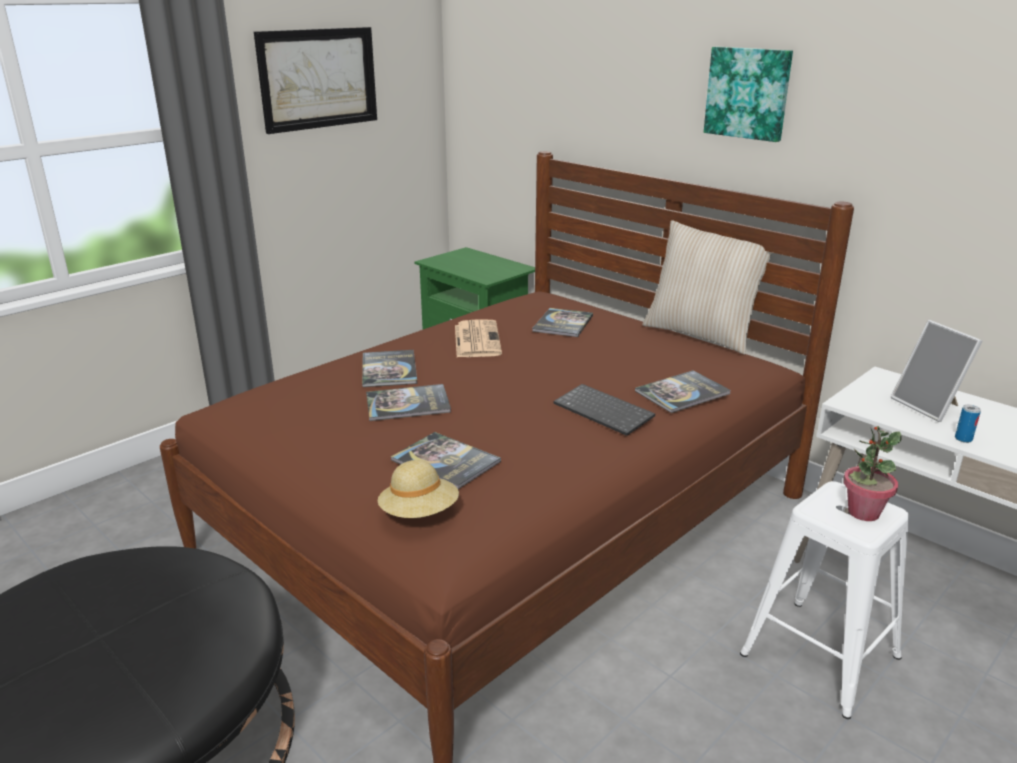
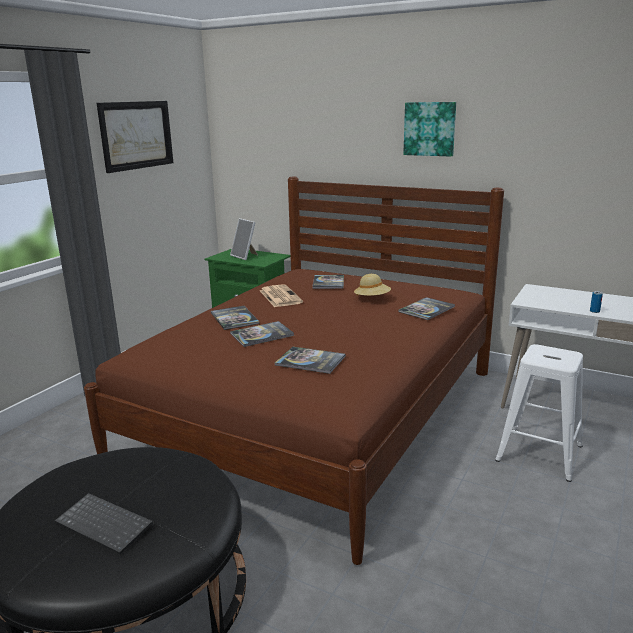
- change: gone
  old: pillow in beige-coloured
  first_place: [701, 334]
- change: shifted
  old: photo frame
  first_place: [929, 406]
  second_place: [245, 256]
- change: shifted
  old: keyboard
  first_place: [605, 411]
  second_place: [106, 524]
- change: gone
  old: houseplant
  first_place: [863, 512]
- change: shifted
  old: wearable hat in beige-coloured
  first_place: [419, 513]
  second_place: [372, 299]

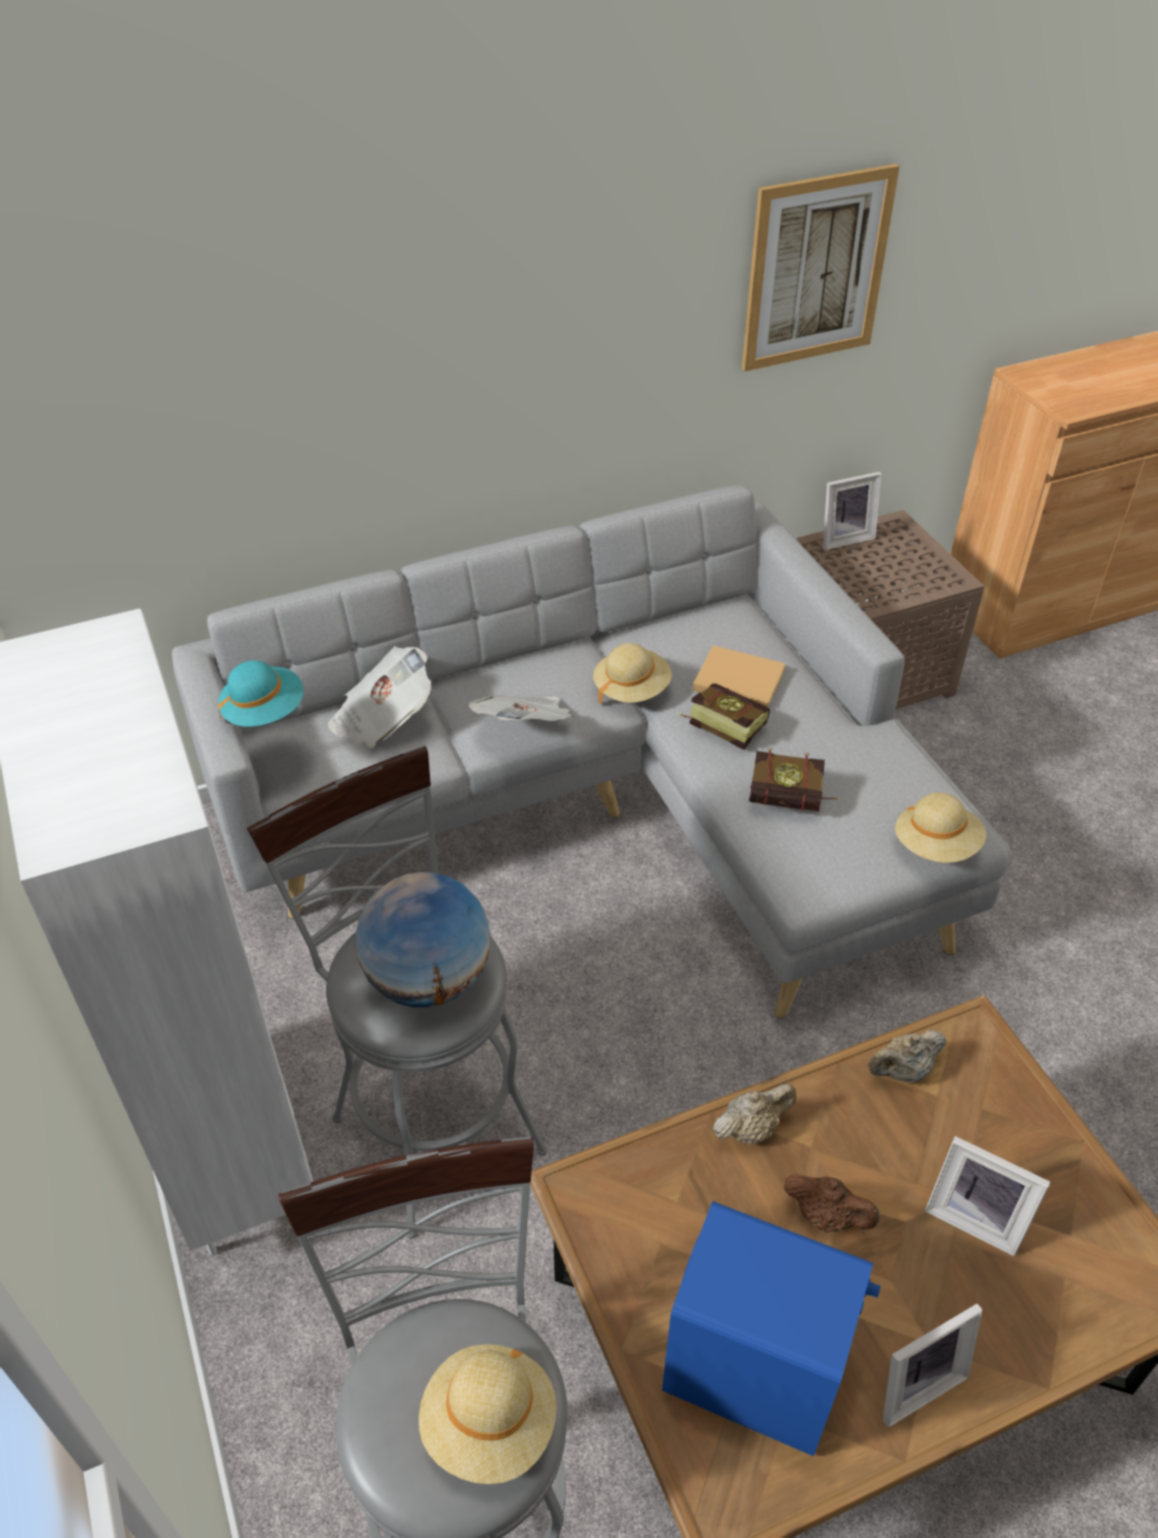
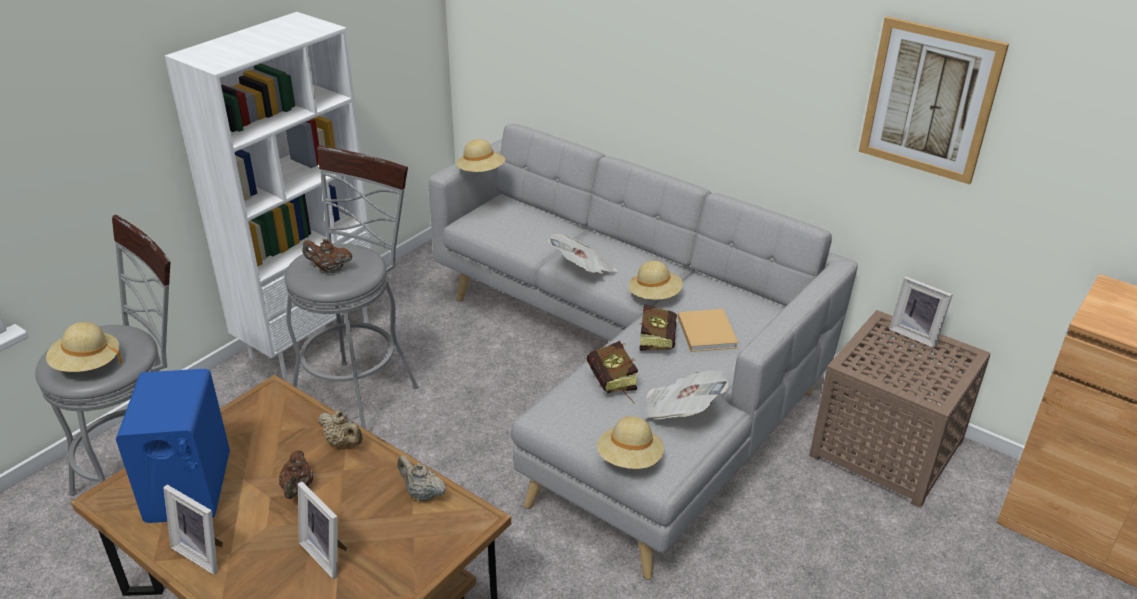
- change: shifted
  old: daily paper
  first_place: [381, 717]
  second_place: [681, 411]
- change: repainted
  old: wearable hat in turquoise-coloured
  new: wearable hat in beige-coloured
  first_place: [264, 712]
  second_place: [481, 172]
- change: swapped
  old: globe
  new: tea pot in brown
  first_place: [428, 980]
  second_place: [329, 269]
- change: rotated
  old: photo frame
  first_place: [975, 1217]
  second_place: [328, 553]
  degrees: -45

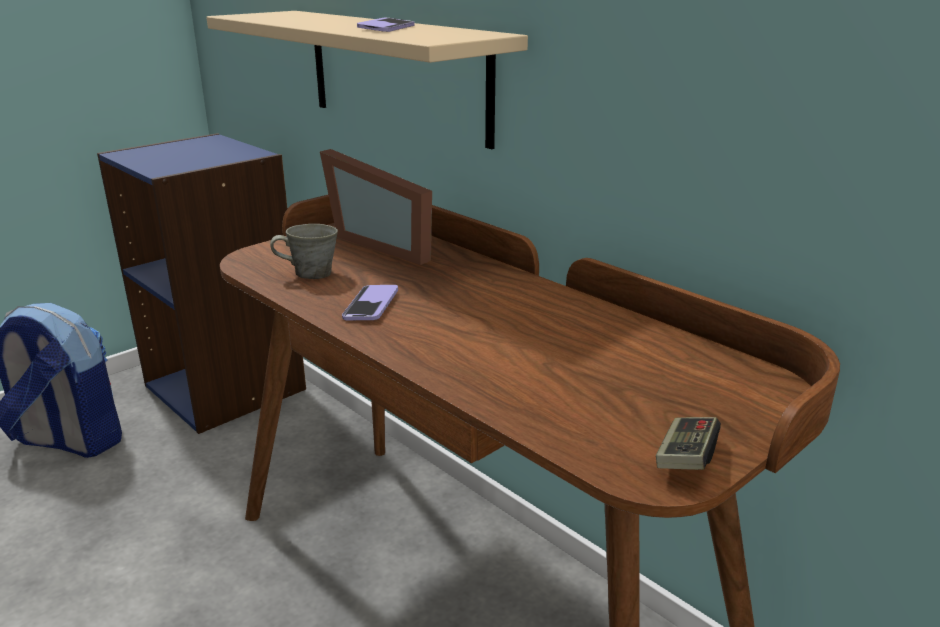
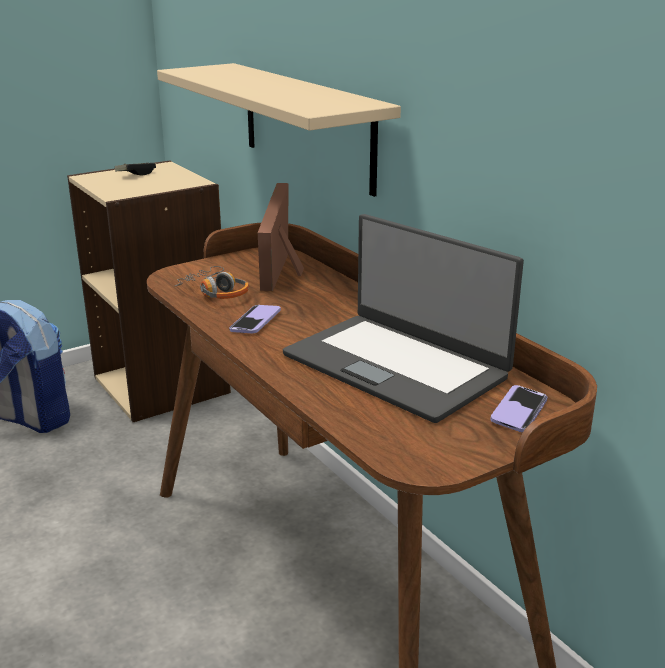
- change: shifted
  old: telephone
  first_place: [386, 28]
  second_place: [519, 411]
- change: repainted
  old: bookcase in bluish
  new: bookcase in beige-coloured
  first_place: [227, 387]
  second_place: [163, 385]
- change: rotated
  old: photo frame
  first_place: [386, 243]
  second_place: [286, 270]
  degrees: 45
- change: swapped
  old: coffee mug in gray
  new: headphones
  first_place: [310, 274]
  second_place: [216, 292]
- change: shifted
  old: joypad
  first_place: [686, 458]
  second_place: [136, 174]
- change: new
  new: portable computer
  second_place: [396, 365]

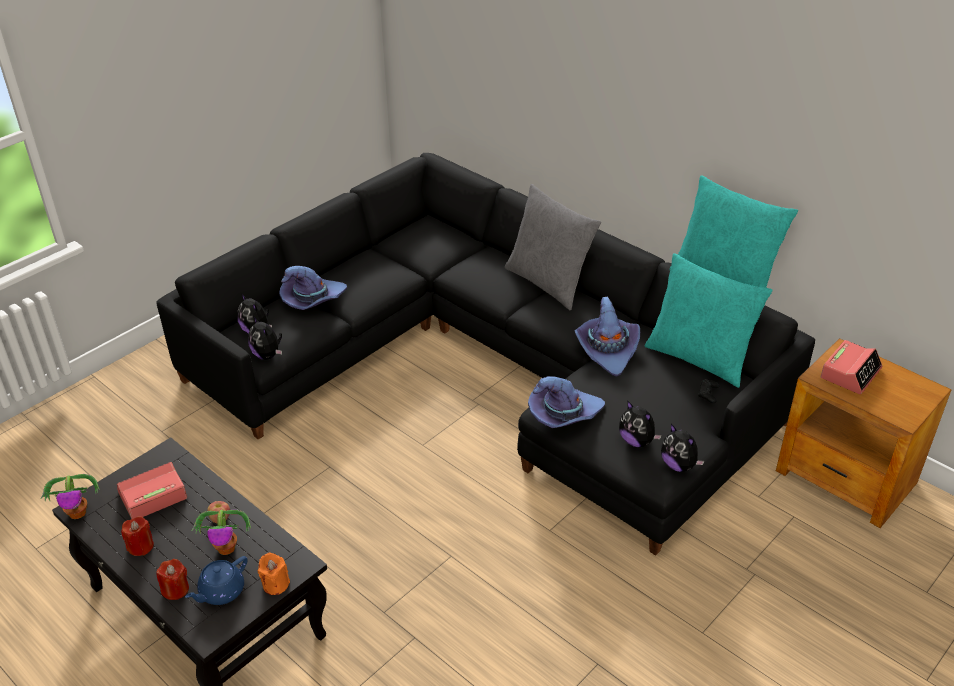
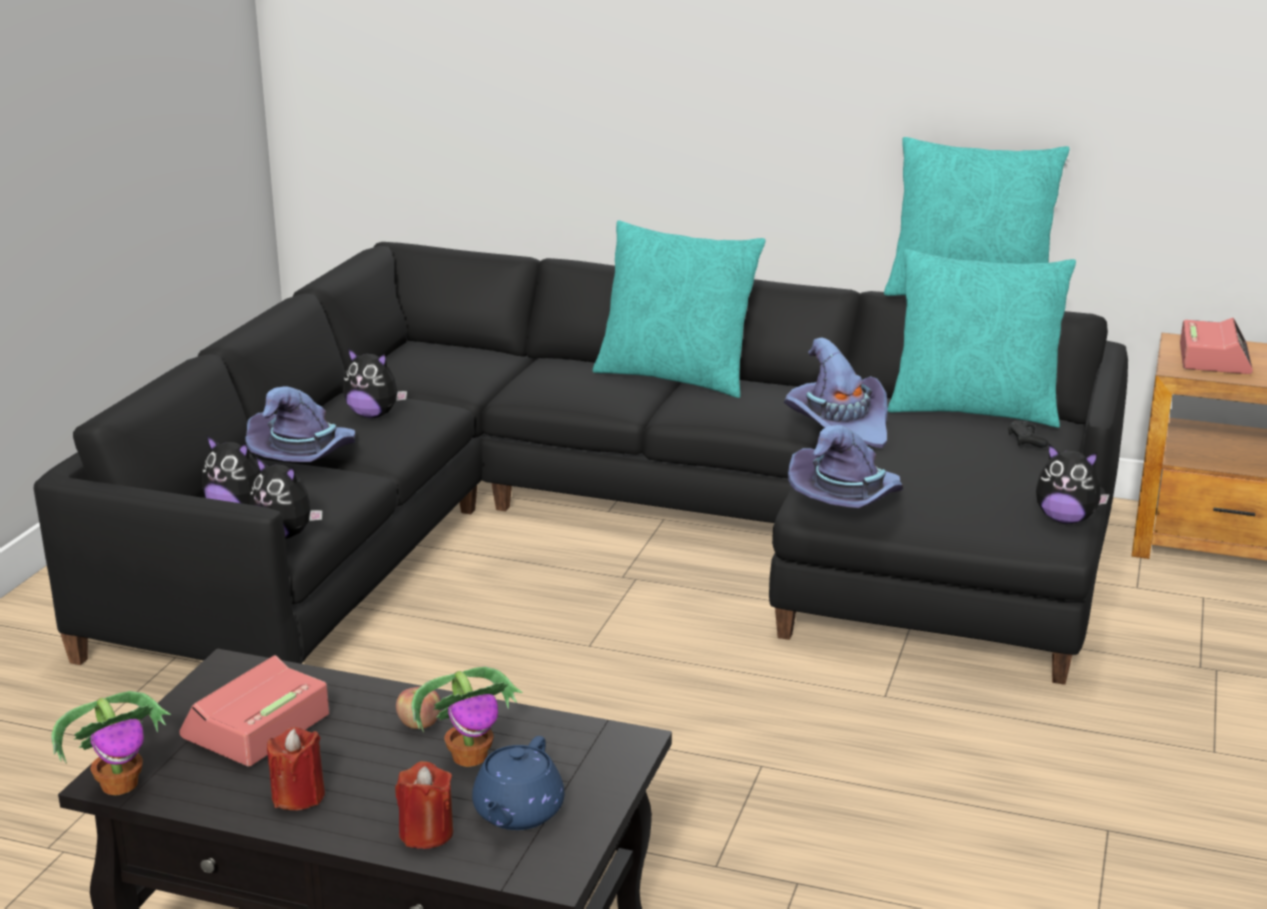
- change: repainted
  old: pillow in gray
  new: pillow in turquoise-coloured
  first_place: [549, 282]
  second_place: [676, 376]
- change: shifted
  old: soft toy
  first_place: [637, 441]
  second_place: [373, 415]
- change: gone
  old: wax candle in orange-coloured
  first_place: [275, 584]

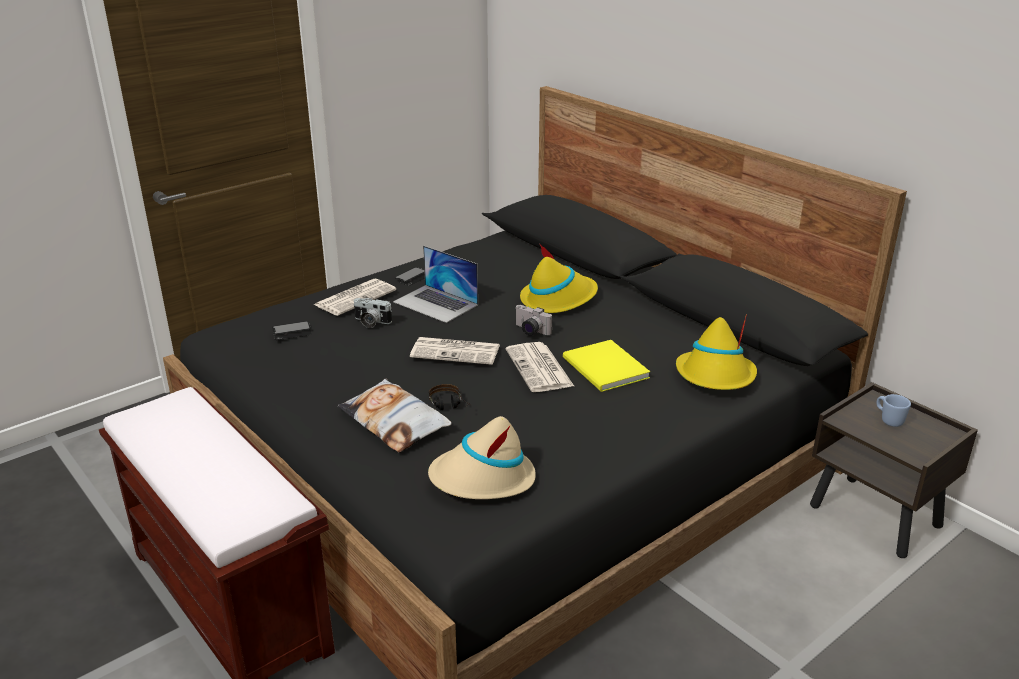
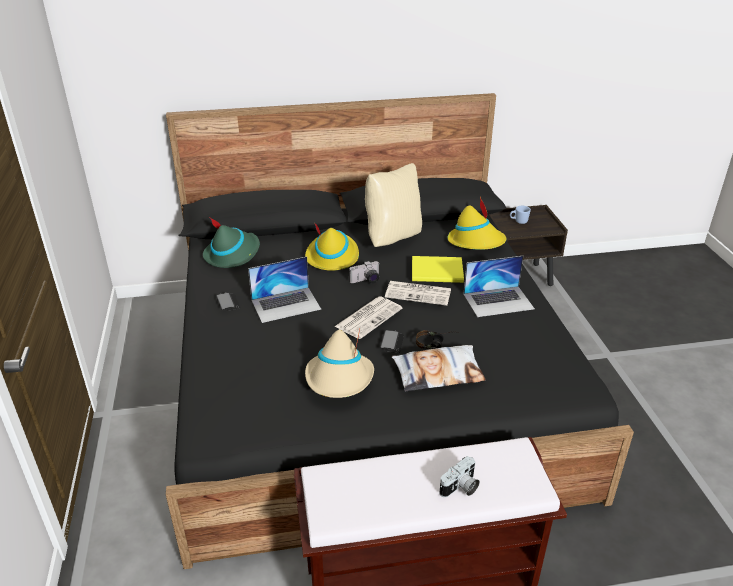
- change: gone
  old: daily paper
  first_place: [355, 297]
- change: shifted
  old: photo camera
  first_place: [371, 322]
  second_place: [460, 488]
- change: shifted
  old: telephone
  first_place: [292, 332]
  second_place: [392, 342]
- change: shifted
  old: wearable hat in beige-coloured
  first_place: [482, 479]
  second_place: [339, 379]
- change: new
  new: pillow in beige-coloured
  second_place: [392, 238]
- change: new
  new: wearable hat in green-coloured
  second_place: [232, 254]
- change: new
  new: portable computer
  second_place: [498, 301]

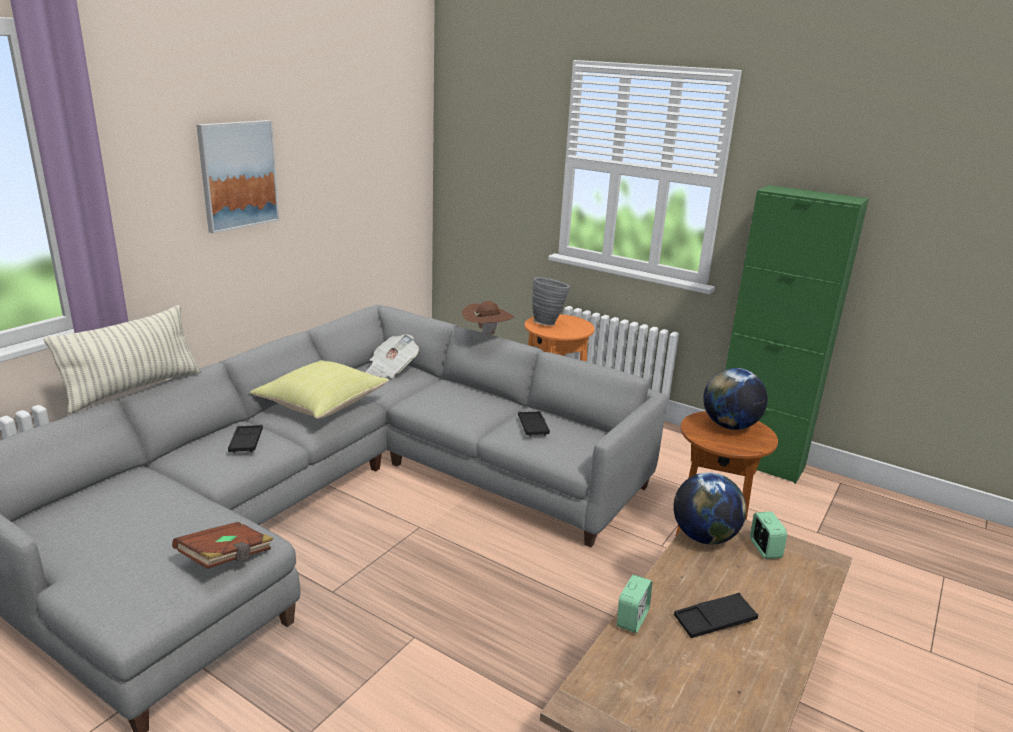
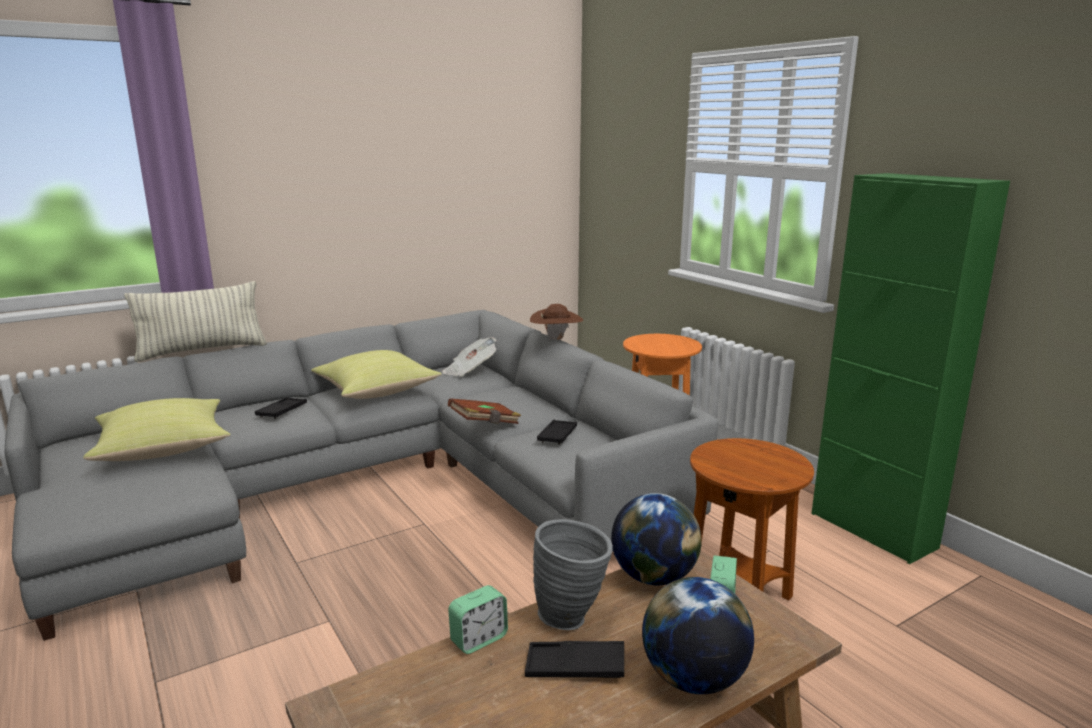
- change: gone
  old: wall picture
  first_place: [238, 175]
- change: shifted
  old: flower vase in gray
  first_place: [548, 323]
  second_place: [572, 617]
- change: shifted
  old: globe
  first_place: [729, 426]
  second_place: [693, 679]
- change: shifted
  old: volume in brown
  first_place: [227, 558]
  second_place: [485, 424]
- change: new
  new: pillow in yellow-coloured
  second_place: [165, 449]

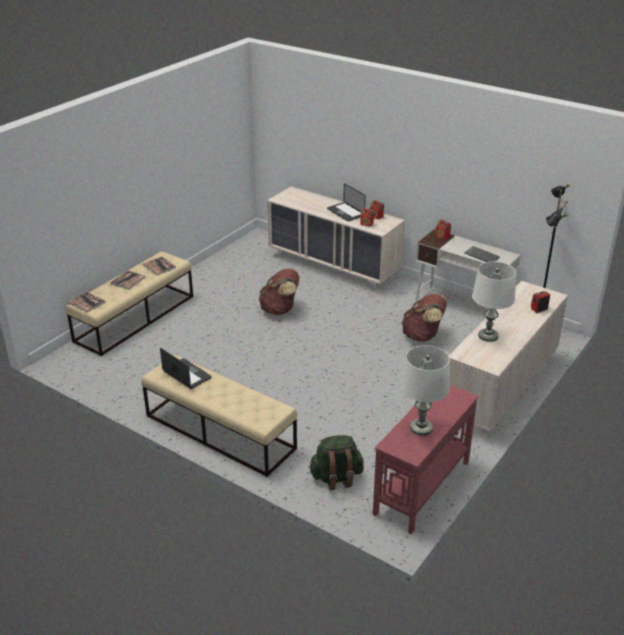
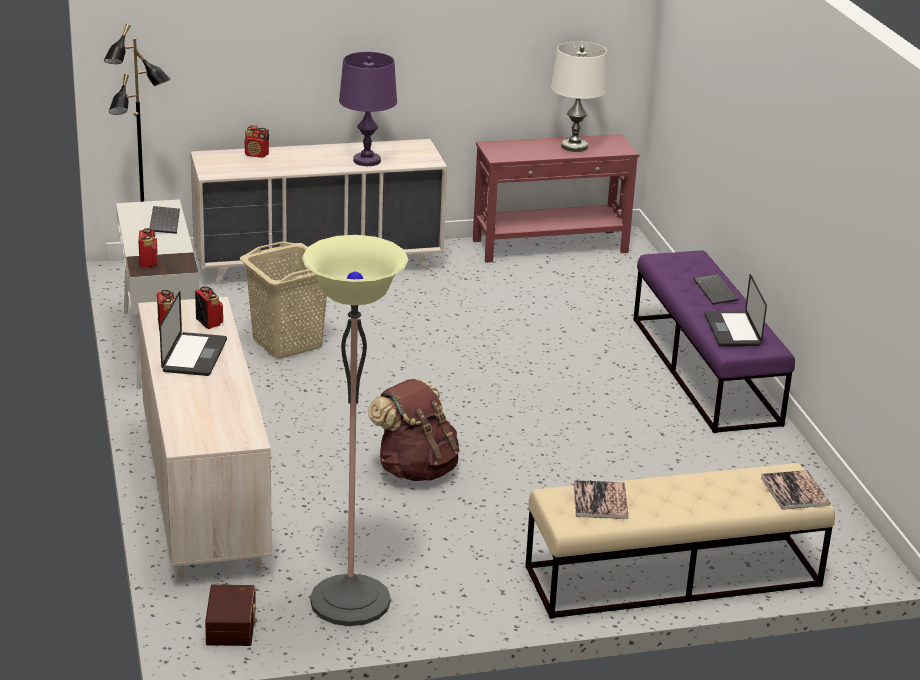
- change: repainted
  old: tabletop lamp in white
  new: tabletop lamp in purple-coloured
  first_place: [488, 336]
  second_place: [367, 161]
- change: gone
  old: volume
  first_place: [128, 280]
- change: swapped
  old: backpack in brown
  new: laundry basket in beige-coloured
  first_place: [423, 336]
  second_place: [287, 342]
- change: repainted
  old: bench in beige-coloured
  new: bench in purple-coloured
  first_place: [219, 432]
  second_place: [705, 370]
- change: gone
  old: backpack in green-coloured
  first_place: [336, 477]
- change: new
  new: floor lamp
  second_place: [350, 601]
- change: new
  new: keyboard
  second_place: [716, 291]
- change: new
  new: storage container in brown
  second_place: [232, 626]

